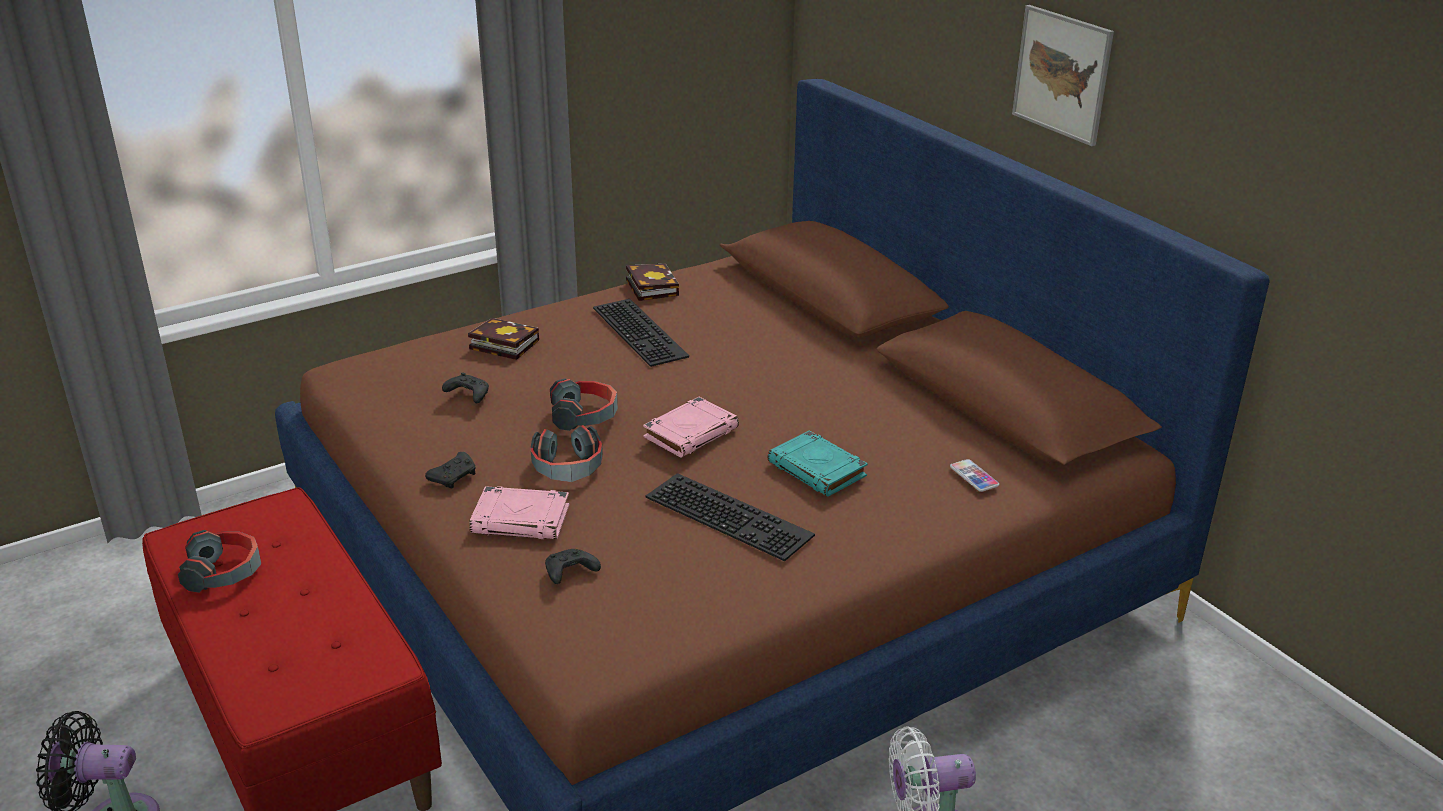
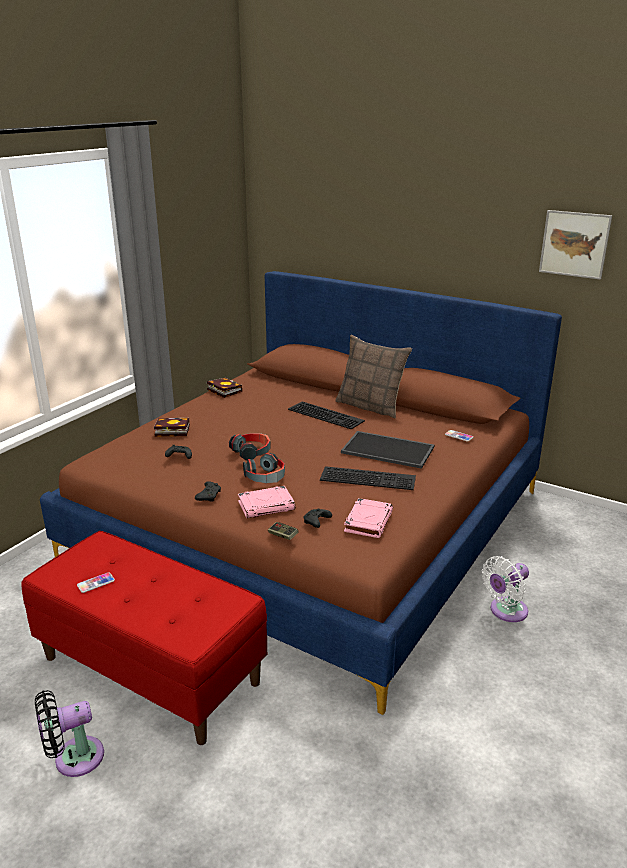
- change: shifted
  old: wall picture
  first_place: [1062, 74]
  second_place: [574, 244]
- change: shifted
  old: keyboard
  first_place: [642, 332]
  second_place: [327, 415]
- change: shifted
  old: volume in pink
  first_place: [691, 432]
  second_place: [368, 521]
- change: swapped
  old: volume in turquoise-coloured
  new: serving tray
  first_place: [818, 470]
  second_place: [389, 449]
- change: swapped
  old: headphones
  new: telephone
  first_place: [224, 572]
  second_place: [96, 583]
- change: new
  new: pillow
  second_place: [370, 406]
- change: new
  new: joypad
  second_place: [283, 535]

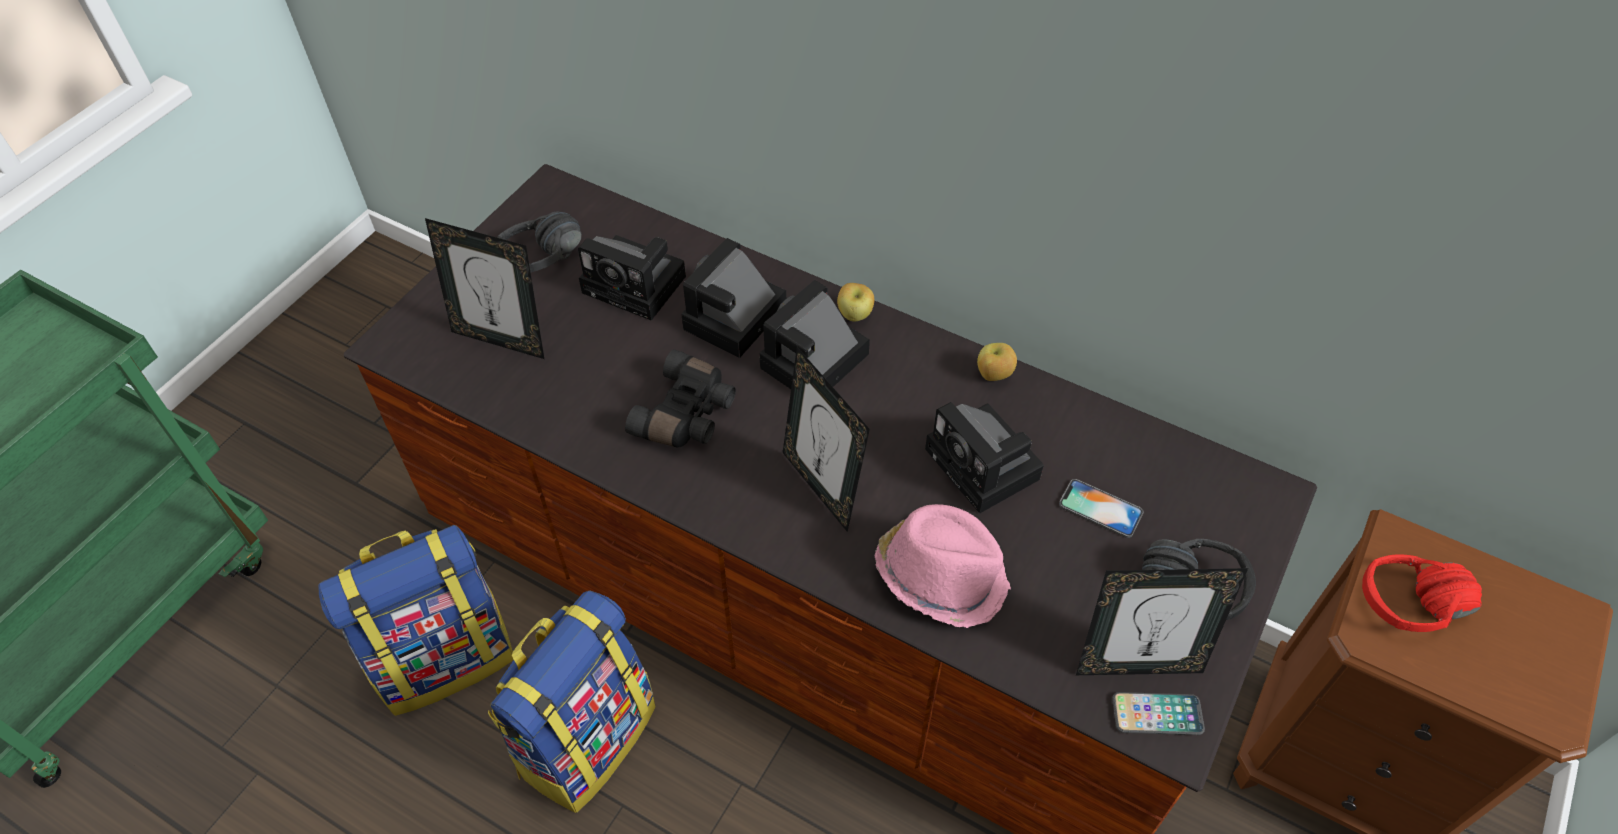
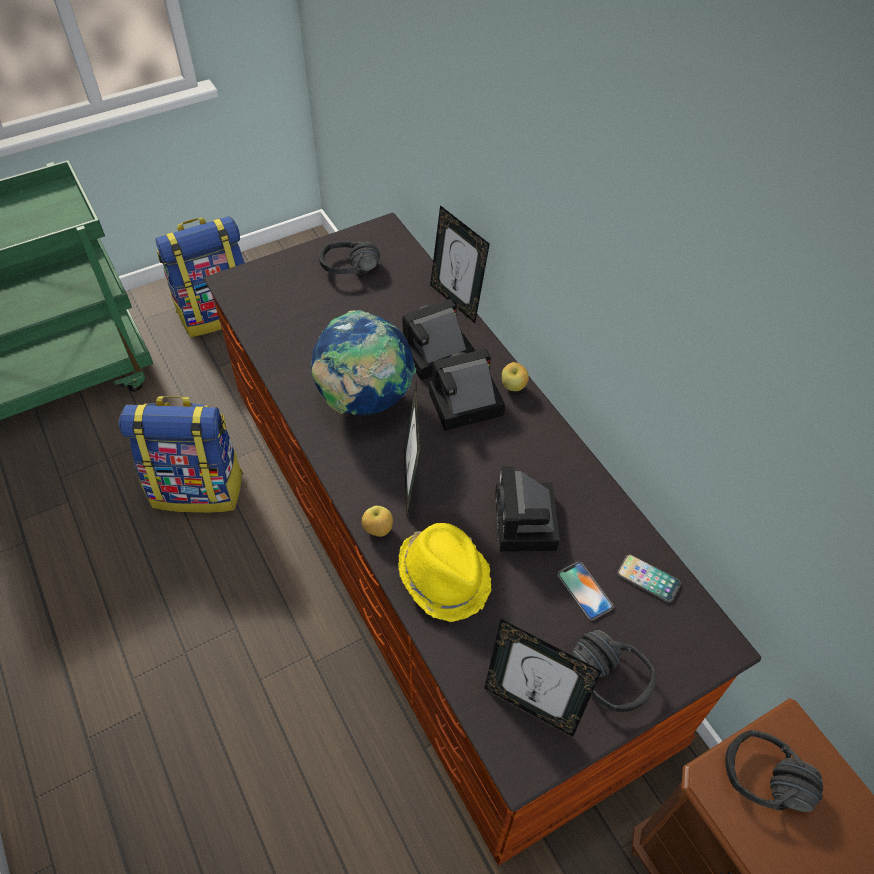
- change: shifted
  old: photo frame
  first_place: [501, 339]
  second_place: [456, 301]
- change: gone
  old: photo camera
  first_place: [638, 285]
- change: shifted
  old: apple fruit
  first_place: [993, 375]
  second_place: [378, 530]
- change: swapped
  old: pair of binoculars in black
  new: globe
  first_place: [687, 414]
  second_place: [364, 400]
- change: repainted
  old: wearable hat in pink
  new: wearable hat in yellow-coloured
  first_place: [941, 575]
  second_place: [445, 577]
- change: repainted
  old: headphones in red
  new: headphones in black
  first_place: [1418, 619]
  second_place: [763, 792]
- change: shifted
  old: backpack
  first_place: [586, 737]
  second_place: [217, 312]
- change: shifted
  old: telephone
  first_place: [1157, 714]
  second_place: [648, 579]

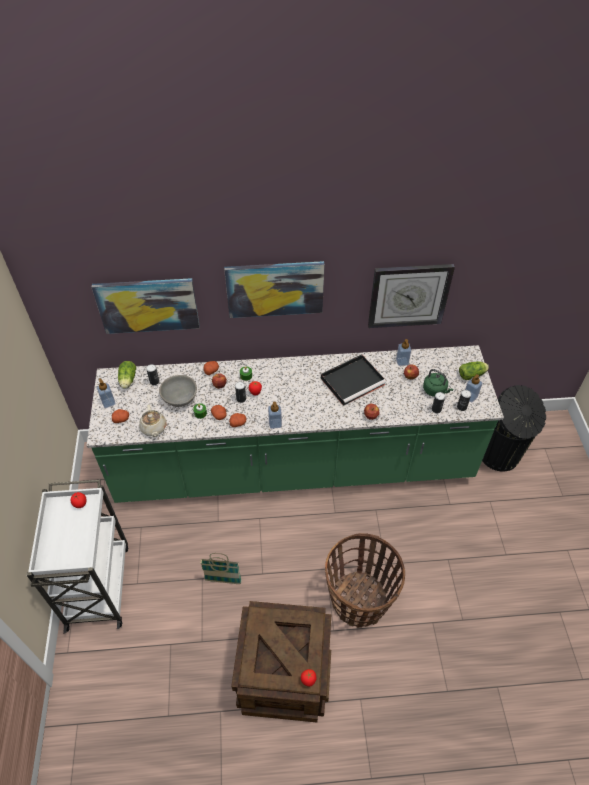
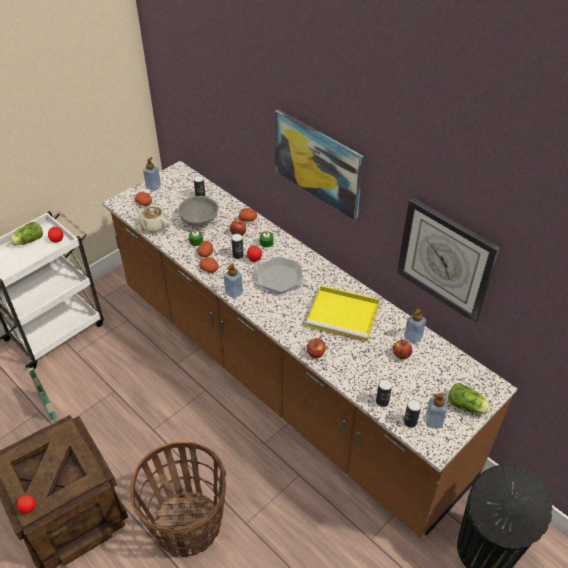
- change: gone
  old: wall picture
  first_place: [147, 305]
- change: repainted
  old: kitchen base unit in green-coloured
  new: kitchen base unit in brown
  first_place: [294, 465]
  second_place: [284, 378]
- change: repainted
  old: serving tray in black
  new: serving tray in yellow-coloured
  first_place: [353, 380]
  second_place: [344, 315]
- change: shifted
  old: lettuce
  first_place: [127, 380]
  second_place: [28, 241]
- change: gone
  old: kettle in green-coloured
  first_place: [435, 390]
- change: rotated
  old: tea pot in beige-coloured
  first_place: [154, 428]
  second_place: [153, 225]
  degrees: 90
- change: shifted
  old: household basket
  first_place: [223, 580]
  second_place: [48, 407]
- change: new
  new: frying pan
  second_place: [279, 279]

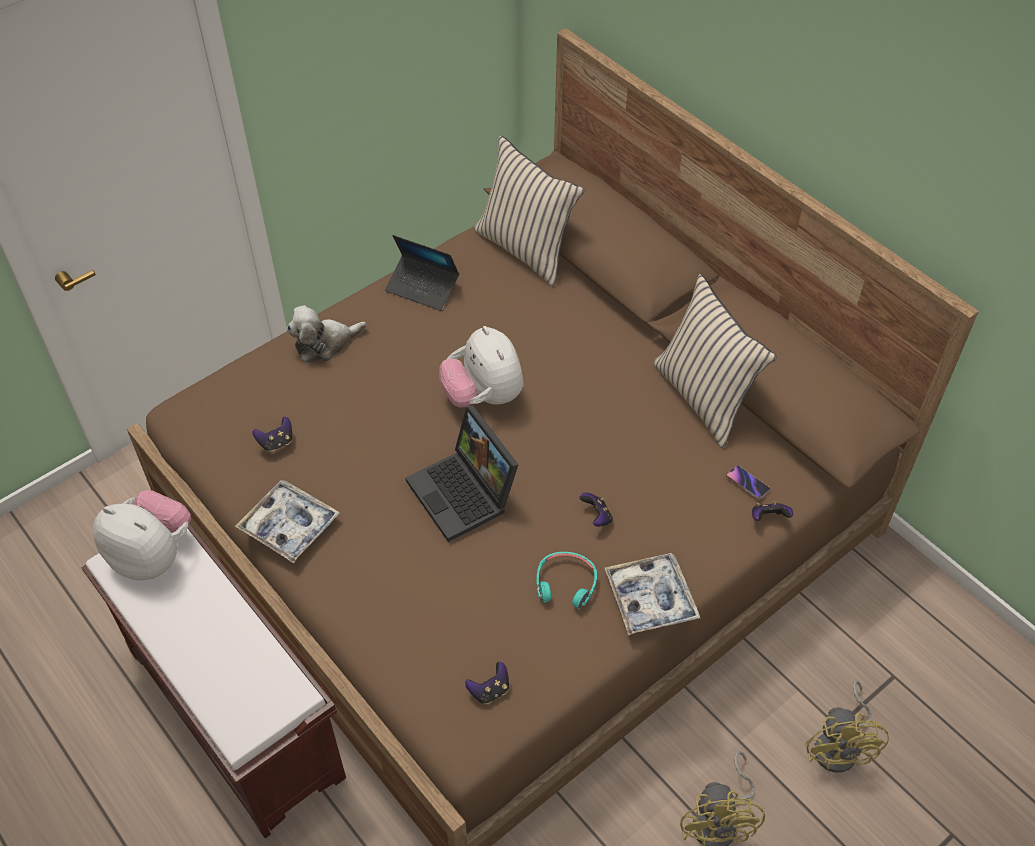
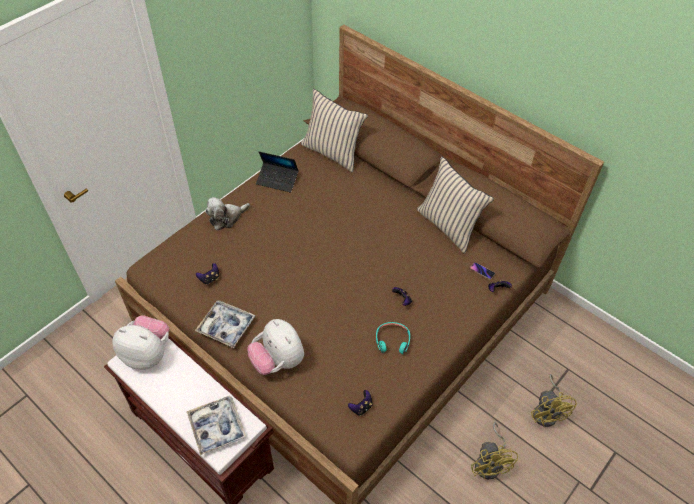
- change: shifted
  old: soft toy
  first_place: [483, 396]
  second_place: [278, 361]
- change: gone
  old: portable computer
  first_place: [465, 494]
- change: shifted
  old: serving tray
  first_place: [650, 599]
  second_place: [217, 427]

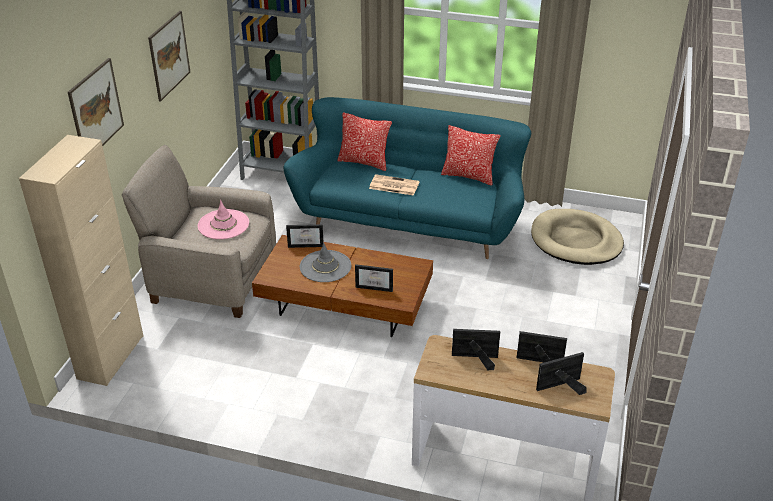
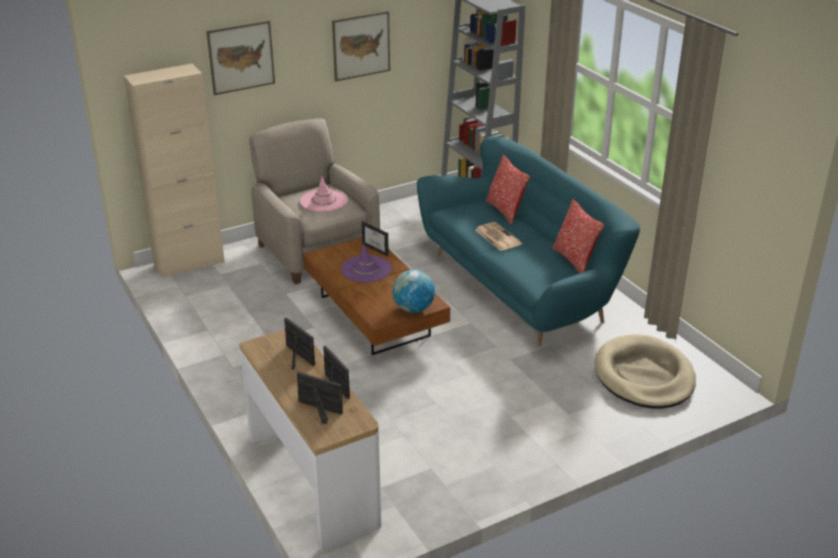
- change: repainted
  old: wearable hat in gray
  new: wearable hat in purple-coloured
  first_place: [325, 266]
  second_place: [366, 269]
- change: gone
  old: photo frame
  first_place: [375, 286]
- change: new
  new: globe
  second_place: [413, 309]

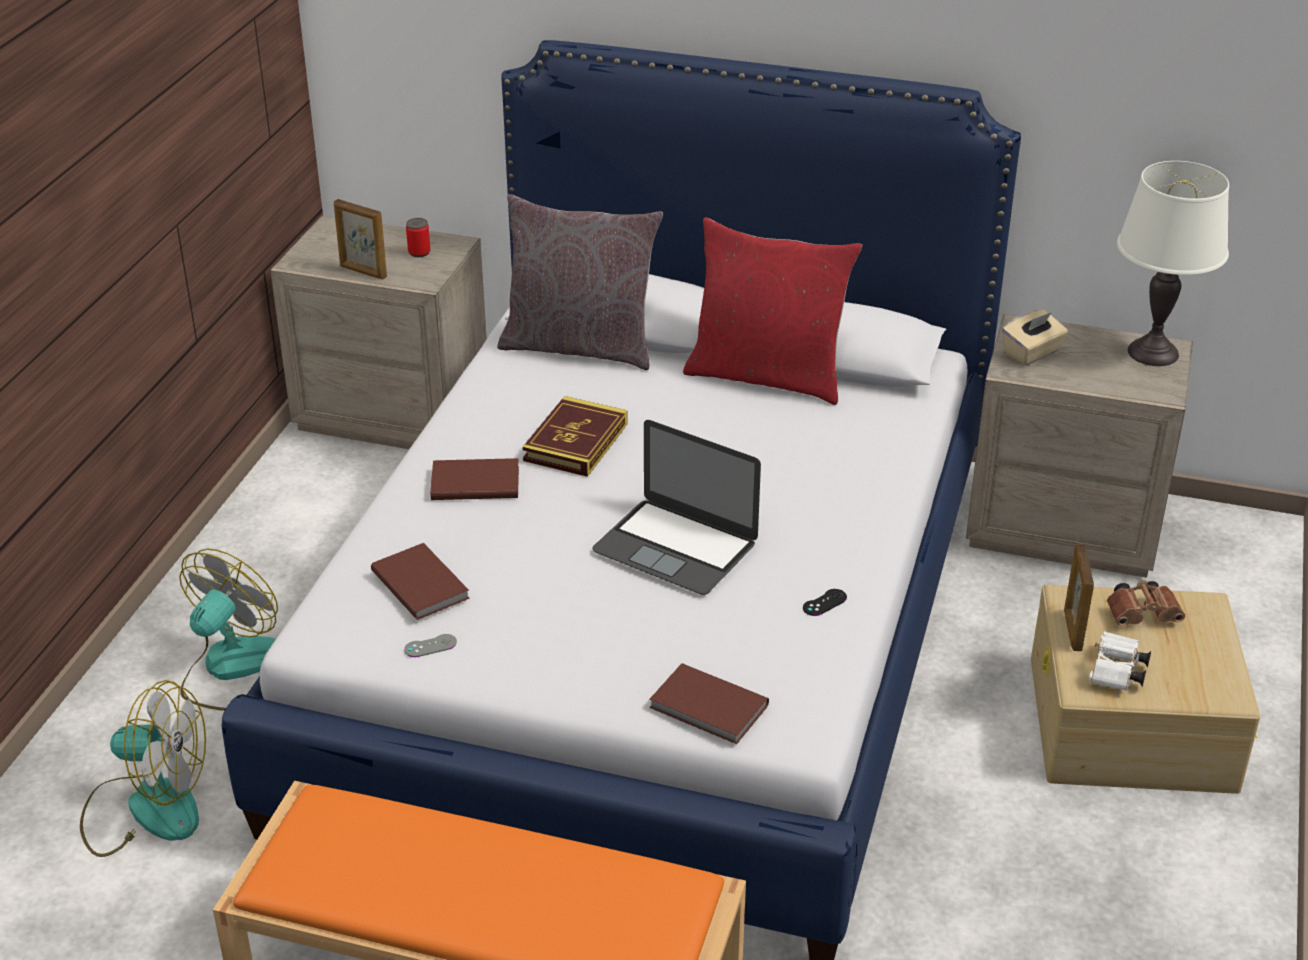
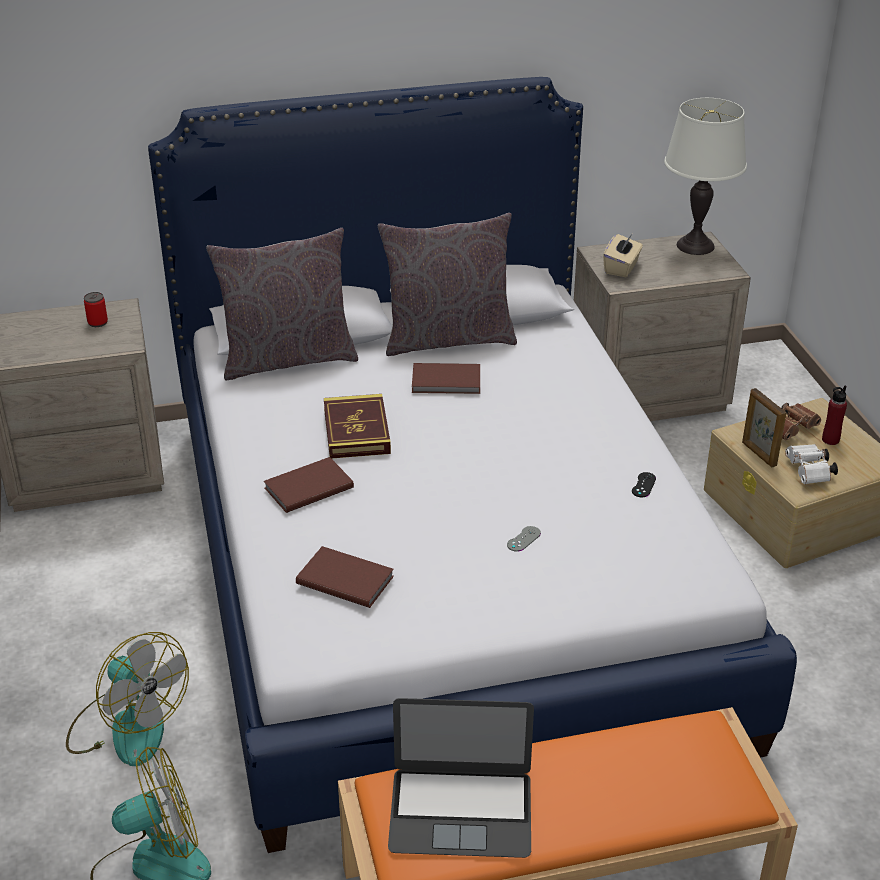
- change: gone
  old: photo frame
  first_place: [363, 272]
- change: repainted
  old: pillow in red
  new: pillow in gray
  first_place: [767, 376]
  second_place: [448, 339]
- change: shifted
  old: portable computer
  first_place: [675, 547]
  second_place: [461, 811]
- change: rotated
  old: electric fan
  first_place: [232, 670]
  second_place: [127, 726]
  degrees: 135
- change: shifted
  old: joypad in gray
  first_place: [430, 646]
  second_place: [523, 539]
- change: shifted
  old: volume in brown
  first_place: [708, 708]
  second_place: [447, 382]
- change: new
  new: drink bottle in red
  second_place: [830, 440]

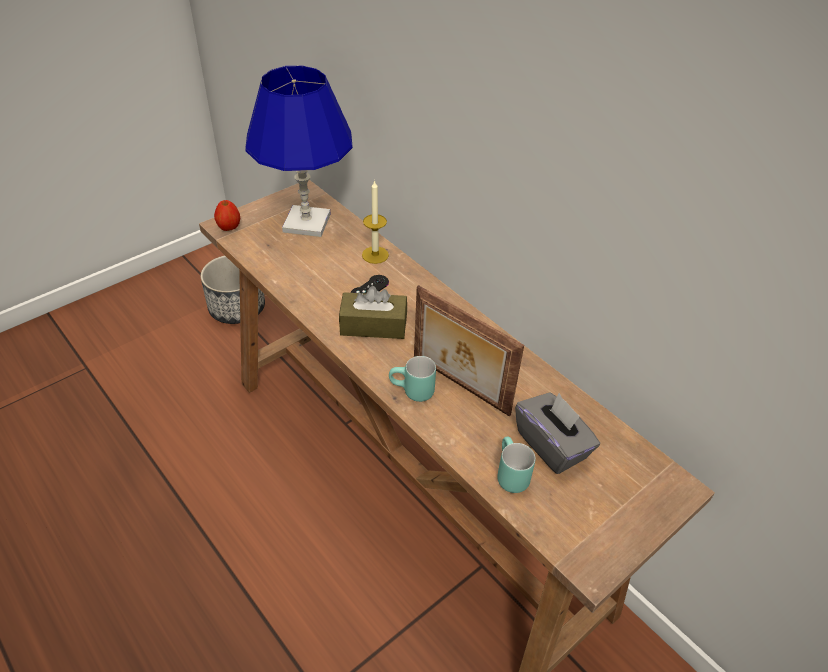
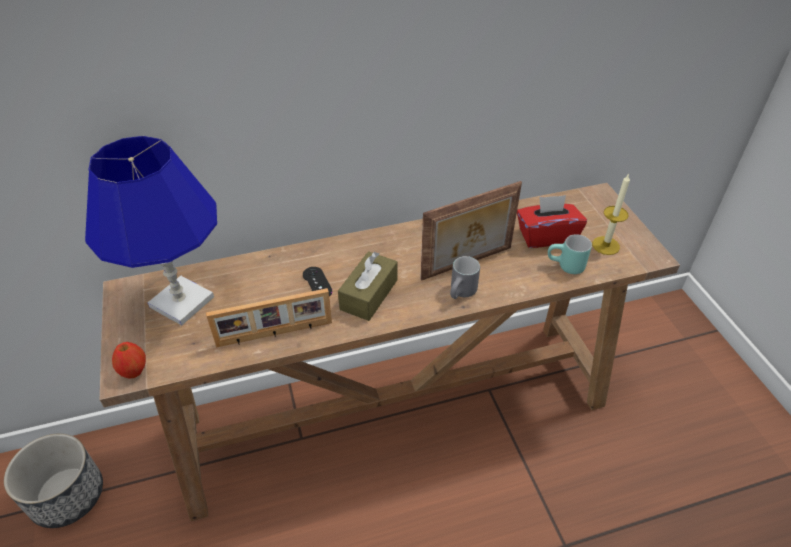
- change: shifted
  old: wax candle
  first_place: [375, 255]
  second_place: [605, 245]
- change: repainted
  old: coffee mug in turquoise-coloured
  new: coffee mug in gray
  first_place: [412, 393]
  second_place: [462, 294]
- change: repainted
  old: tissue holder in gray
  new: tissue holder in red
  first_place: [552, 445]
  second_place: [546, 236]
- change: new
  new: photo frame
  second_place: [275, 334]

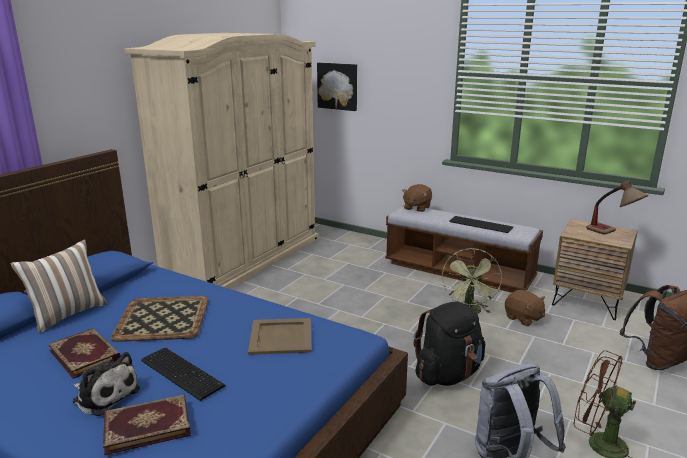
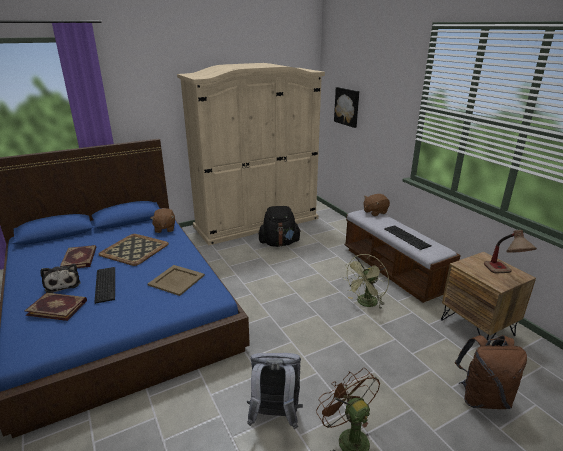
- change: gone
  old: pillow
  first_place: [67, 314]
- change: shifted
  old: soft toy in brown
  first_place: [523, 318]
  second_place: [164, 228]
- change: shifted
  old: backpack in black
  first_place: [448, 375]
  second_place: [279, 243]

